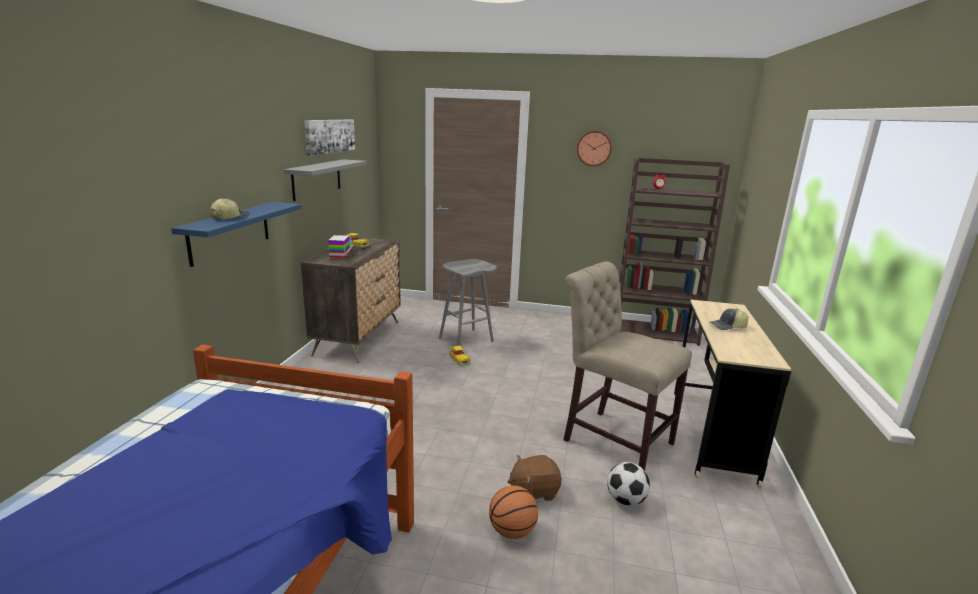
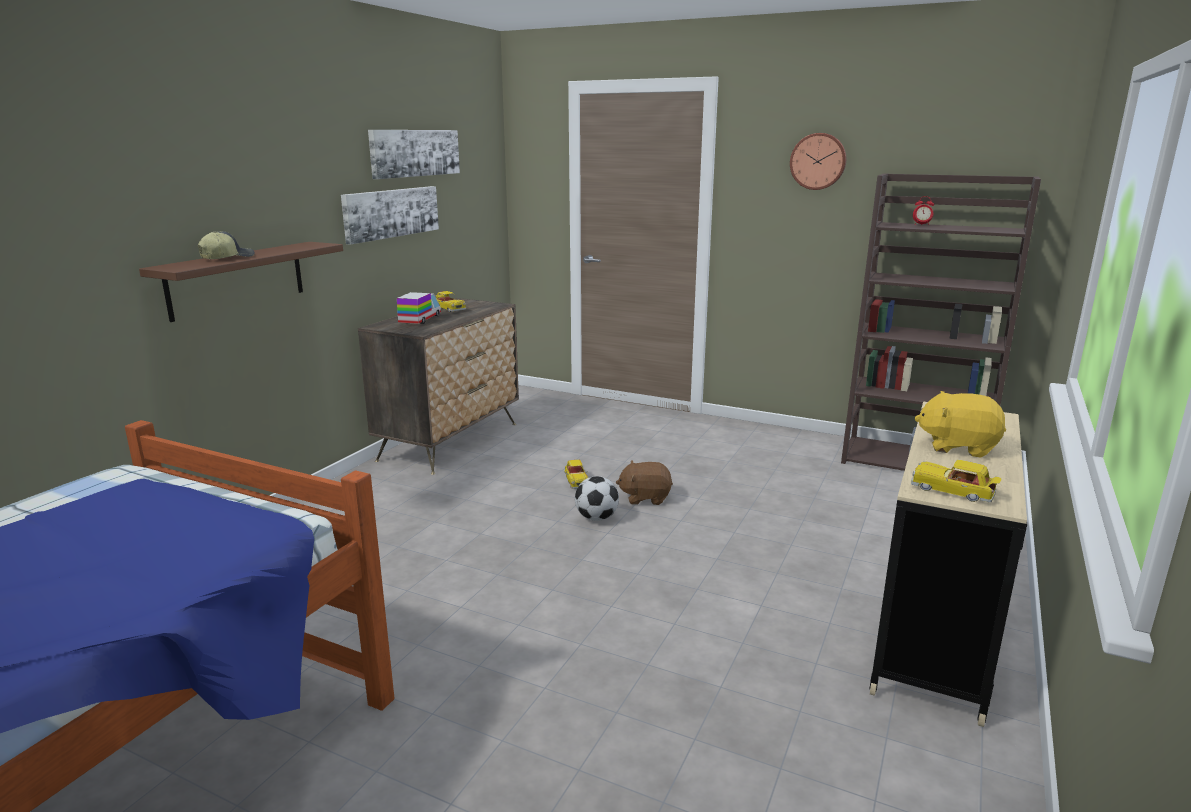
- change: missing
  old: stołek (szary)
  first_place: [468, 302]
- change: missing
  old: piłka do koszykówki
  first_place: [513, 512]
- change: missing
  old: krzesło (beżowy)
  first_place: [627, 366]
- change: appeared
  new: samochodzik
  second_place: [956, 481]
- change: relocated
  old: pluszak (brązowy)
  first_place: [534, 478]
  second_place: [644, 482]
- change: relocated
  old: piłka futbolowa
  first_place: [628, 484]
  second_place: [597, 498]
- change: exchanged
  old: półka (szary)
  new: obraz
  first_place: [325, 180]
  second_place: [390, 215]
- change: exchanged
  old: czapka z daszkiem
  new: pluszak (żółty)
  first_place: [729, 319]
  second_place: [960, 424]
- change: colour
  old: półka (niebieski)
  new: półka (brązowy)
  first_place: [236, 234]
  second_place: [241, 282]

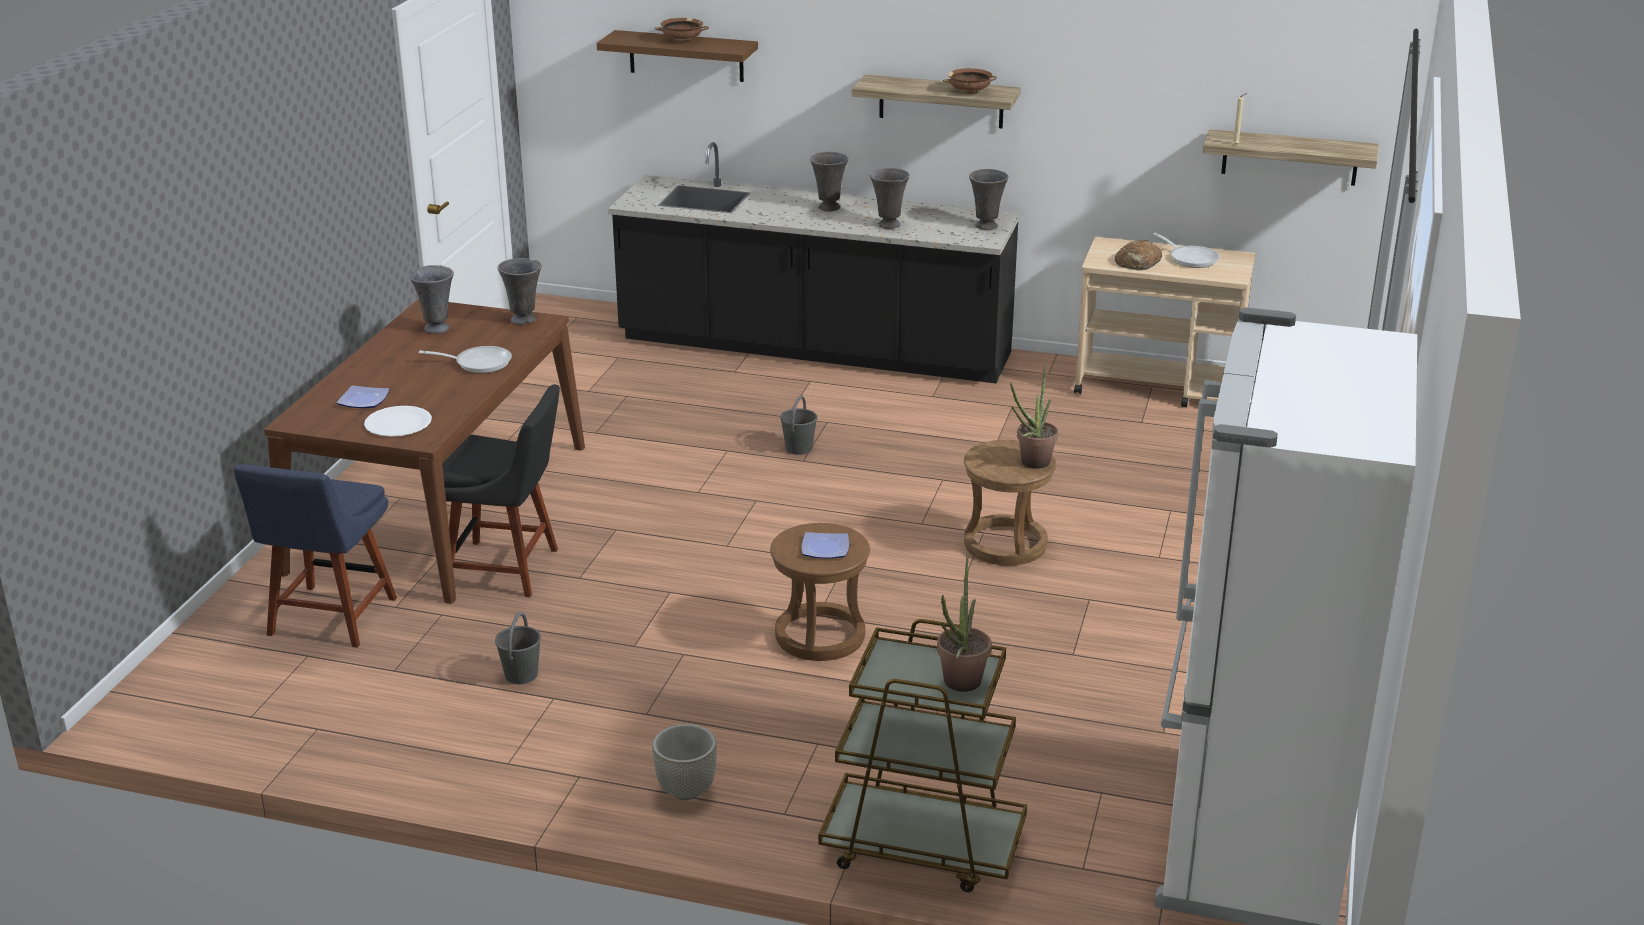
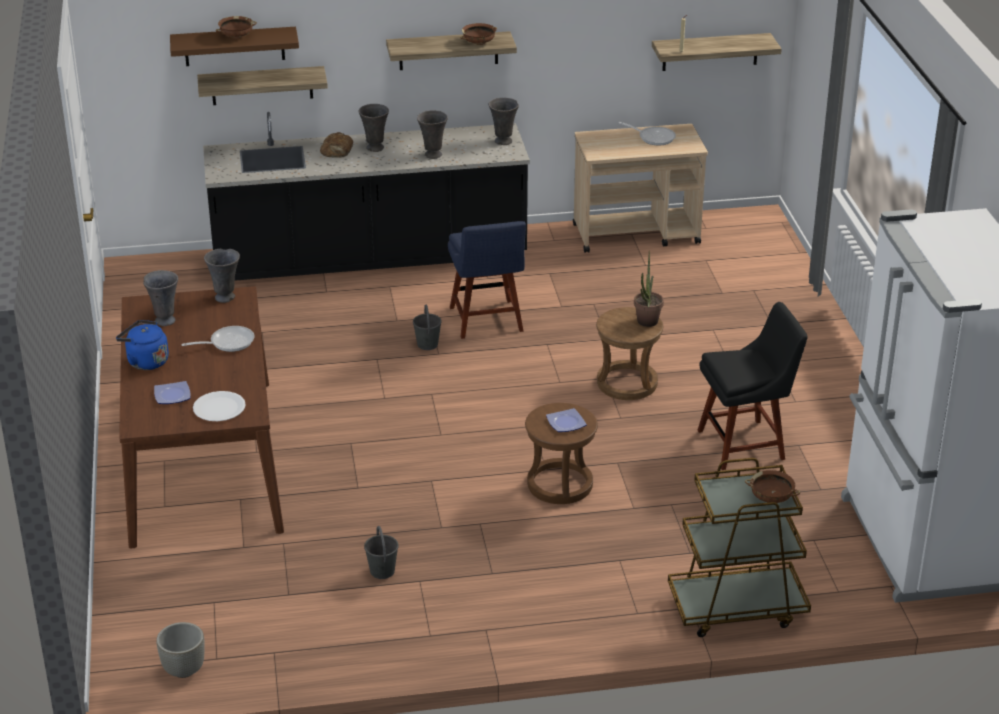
- change: appeared
  new: czajnik (niebieski)
  second_place: [142, 345]
- change: appeared
  new: półka
  second_place: [262, 85]
- change: relocated
  old: krzesło (niebieski)
  first_place: [315, 556]
  second_place: [487, 280]
- change: relocated
  old: krzesło (czarny)
  first_place: [501, 490]
  second_place: [752, 386]
- change: relocated
  old: donica (szary)
  first_place: [684, 762]
  second_place: [180, 650]
- change: relocated
  old: chleb
  first_place: [1138, 255]
  second_place: [336, 145]
- change: exchanged
  old: roślina doniczkowa
  new: miska (brązowy)
  first_place: [964, 622]
  second_place: [772, 486]

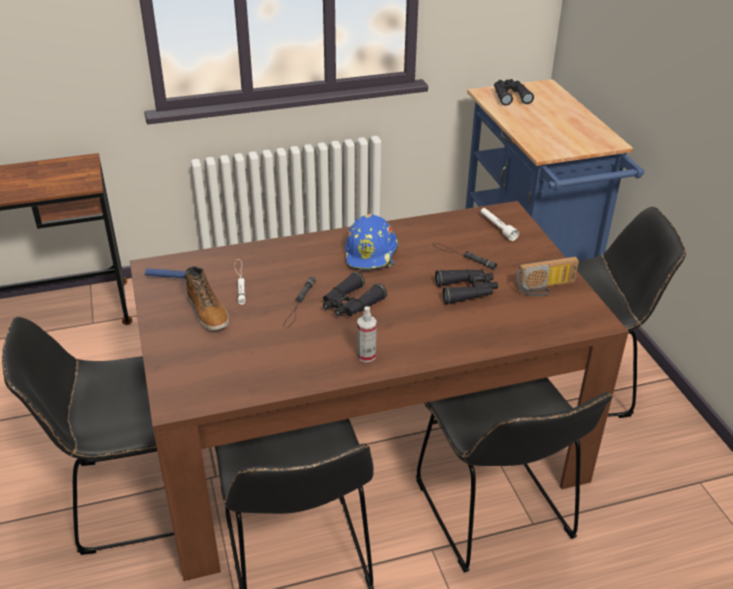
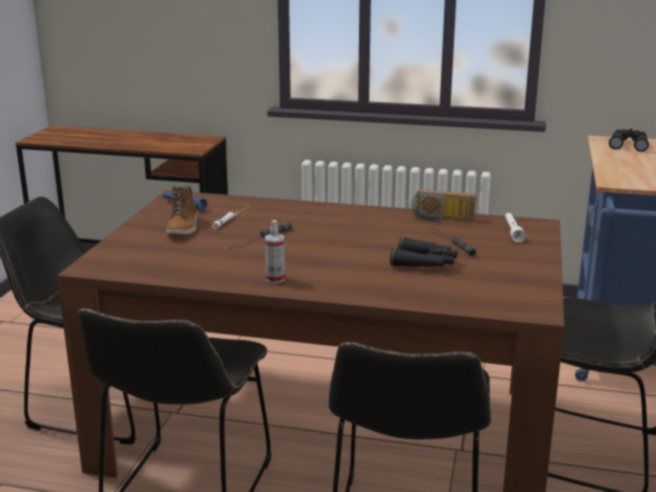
- change: missing
  old: lornetka (czarny)
  first_place: [355, 294]
- change: missing
  old: kask (niebieski)
  first_place: [371, 242]
- change: relocated
  old: radio
  first_place: [547, 276]
  second_place: [444, 205]

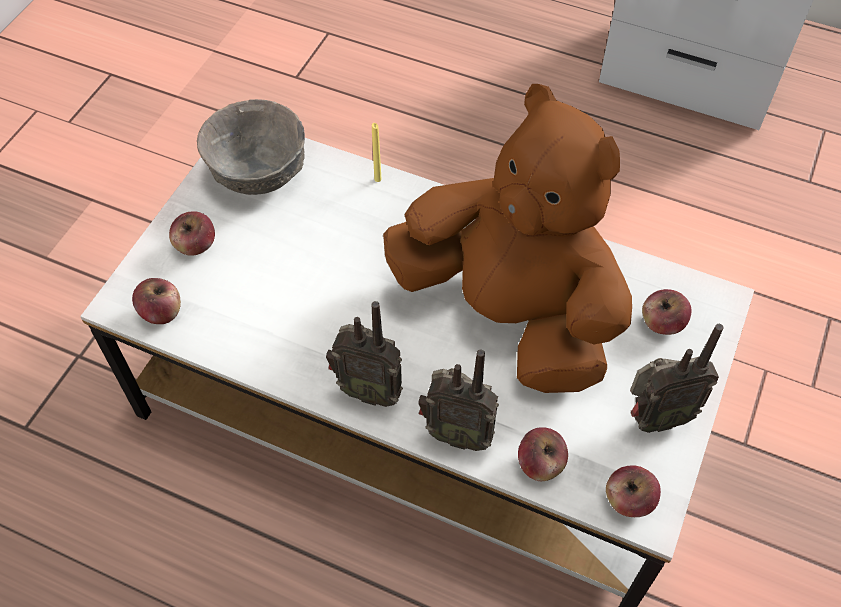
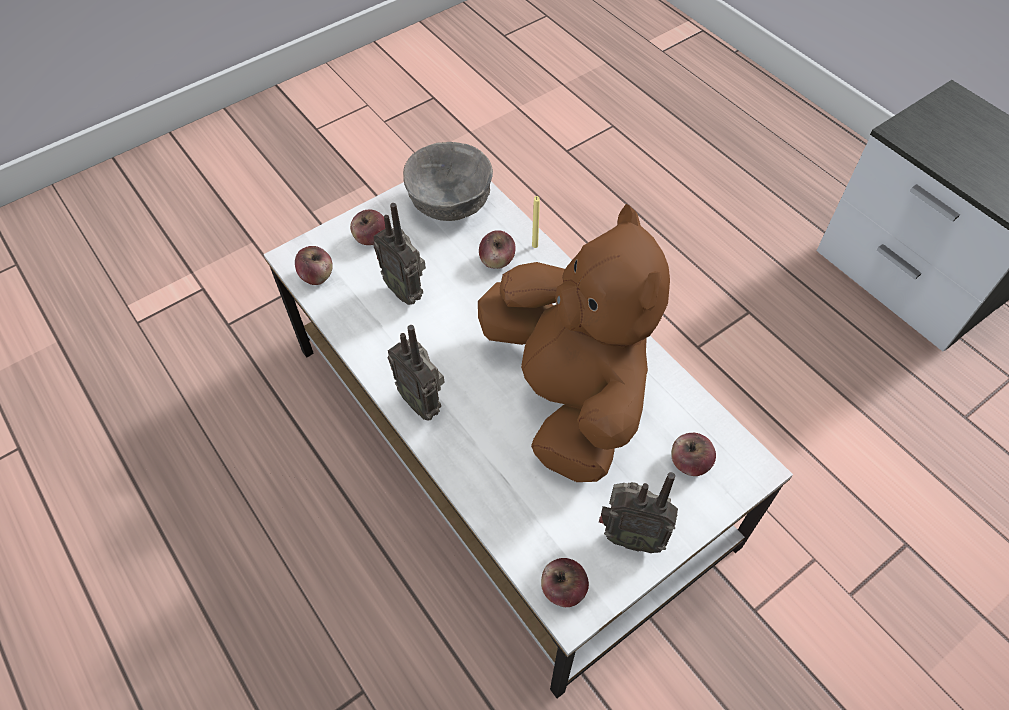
- change: relocated
  old: radio
  first_place: [458, 400]
  second_place: [399, 254]
- change: relocated
  old: jabłko
  first_place: [543, 454]
  second_place: [497, 249]

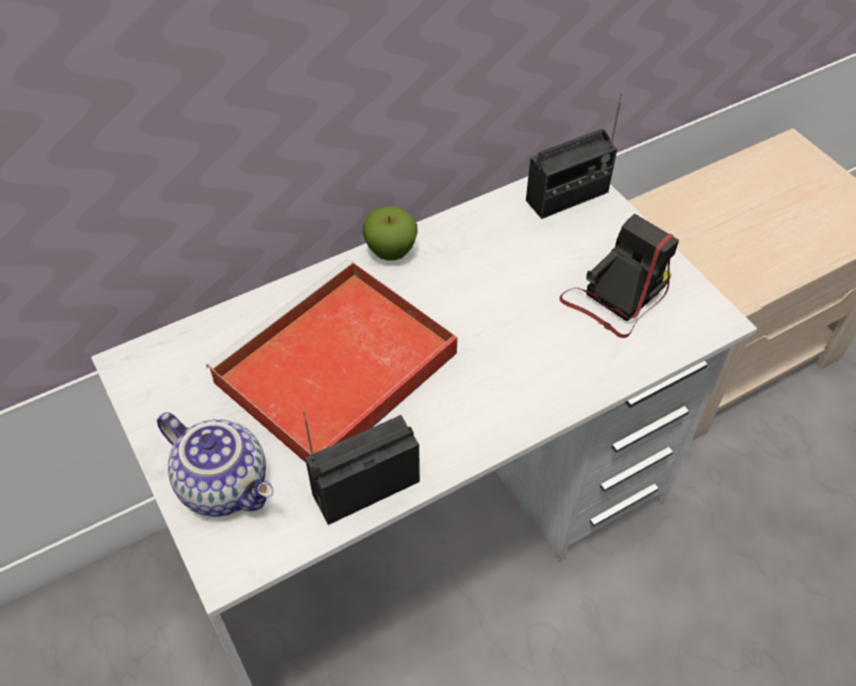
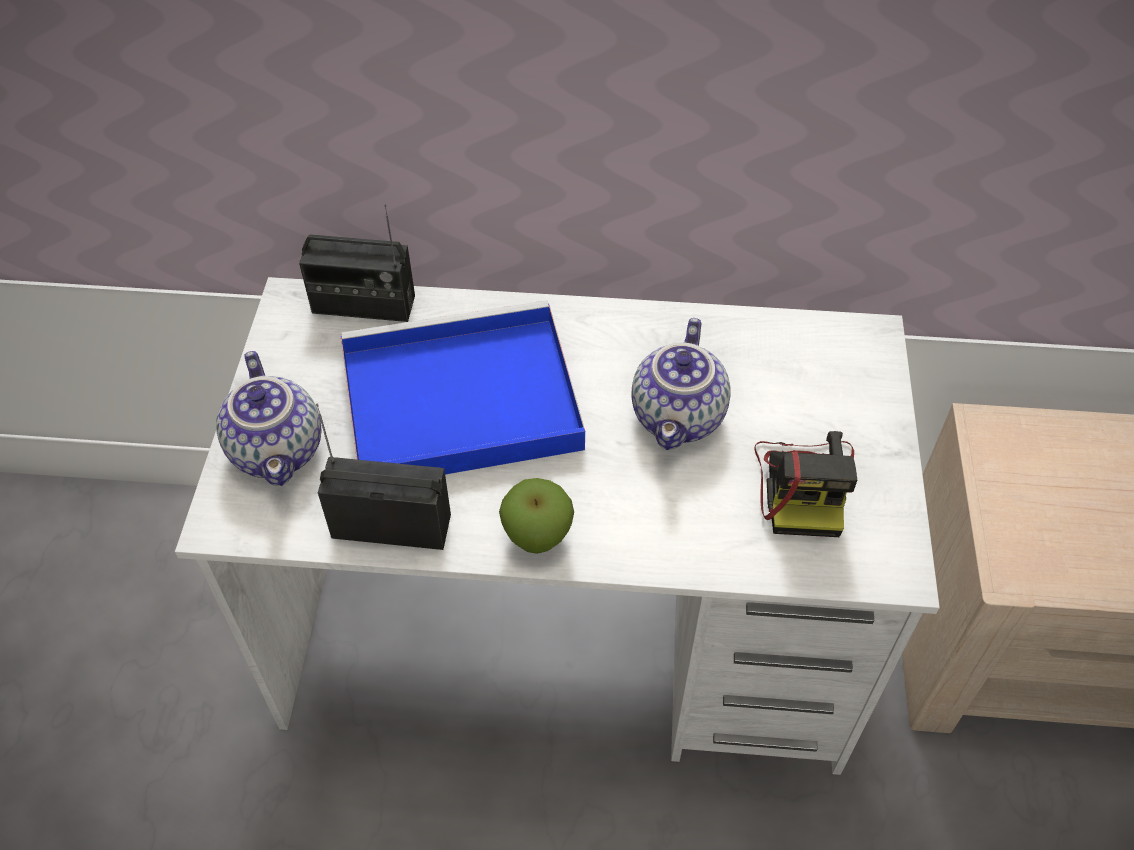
- change: appeared
  new: imbryk
  second_place: [681, 384]
- change: relocated
  old: jabłko
  first_place: [390, 233]
  second_place: [536, 516]
- change: relocated
  old: radio
  first_place: [574, 156]
  second_place: [357, 263]
- change: colour
  old: taca (czerwony)
  new: taca (niebieski)
  first_place: [332, 361]
  second_place: [463, 387]
- change: spun
  old: aparat fotograficzny
  first_place: [619, 275]
  second_place: [806, 484]
  degrees: 105

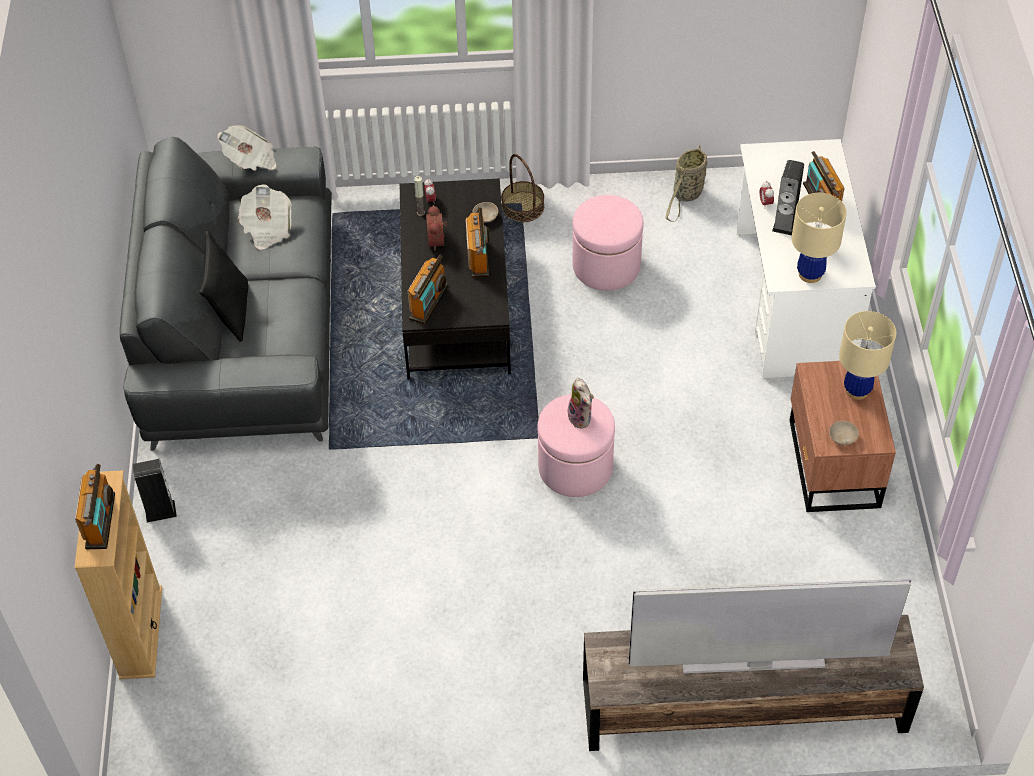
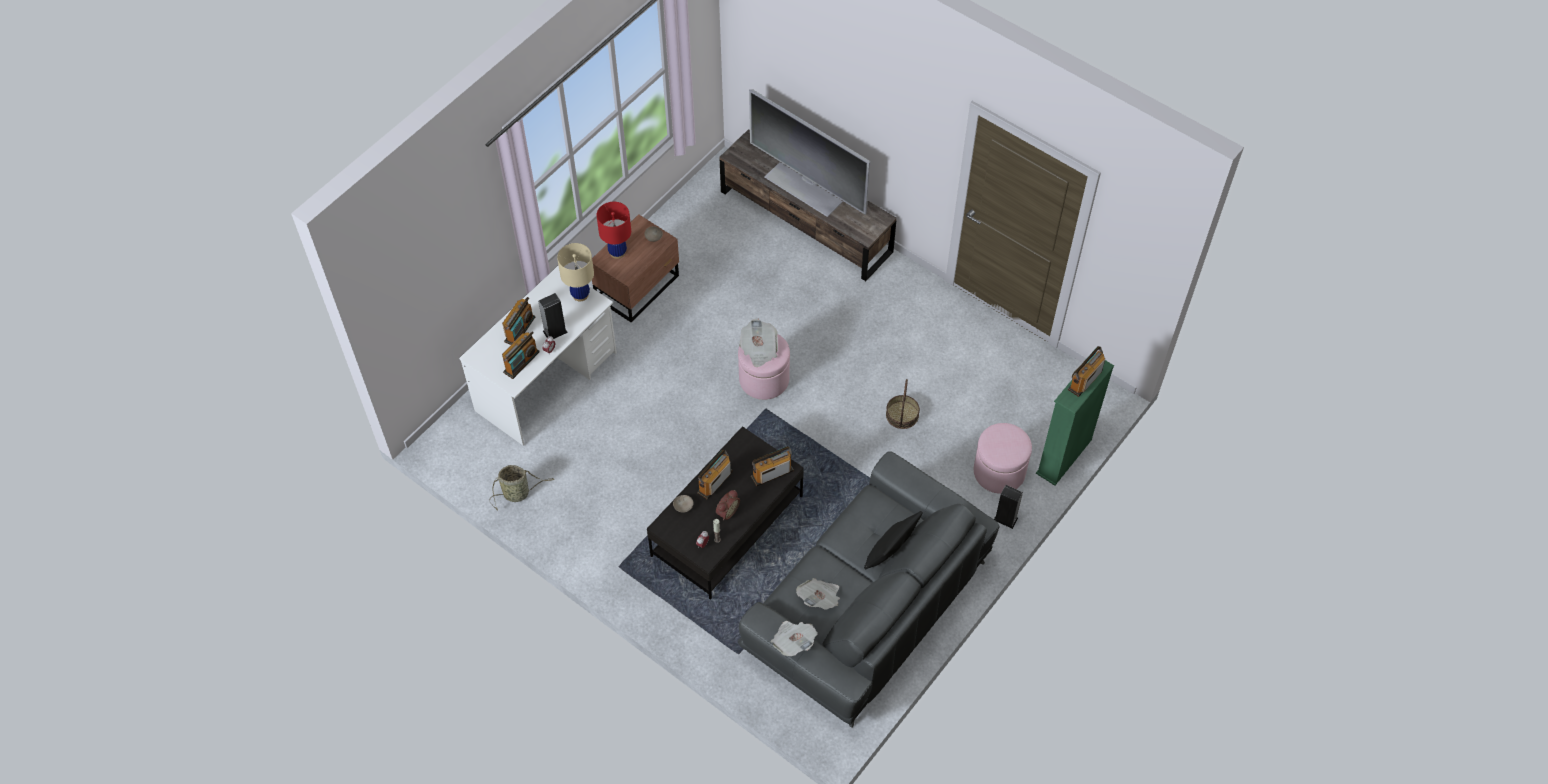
- change: appeared
  new: radio
  second_place: [521, 355]
- change: relocated
  old: koszyk
  first_place: [522, 188]
  second_place: [903, 404]
- change: relocated
  old: pufa (różowy)
  first_place: [608, 243]
  second_place: [1003, 458]
- change: exchanged
  old: pluszak
  new: gazeta
  first_place: [581, 403]
  second_place: [758, 343]
- change: colour
  old: regał (beżowy)
  new: regał (zielony)
  first_place: [118, 574]
  second_place: [1075, 423]
- change: colour
  old: lampa stołowa (beżowy)
  new: lampa stołowa (czerwony)
  first_place: [867, 355]
  second_place: [614, 230]

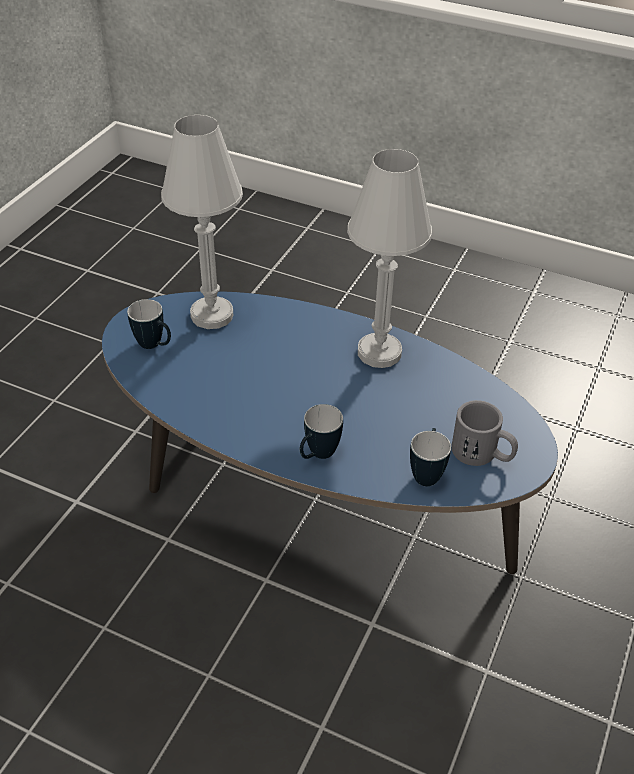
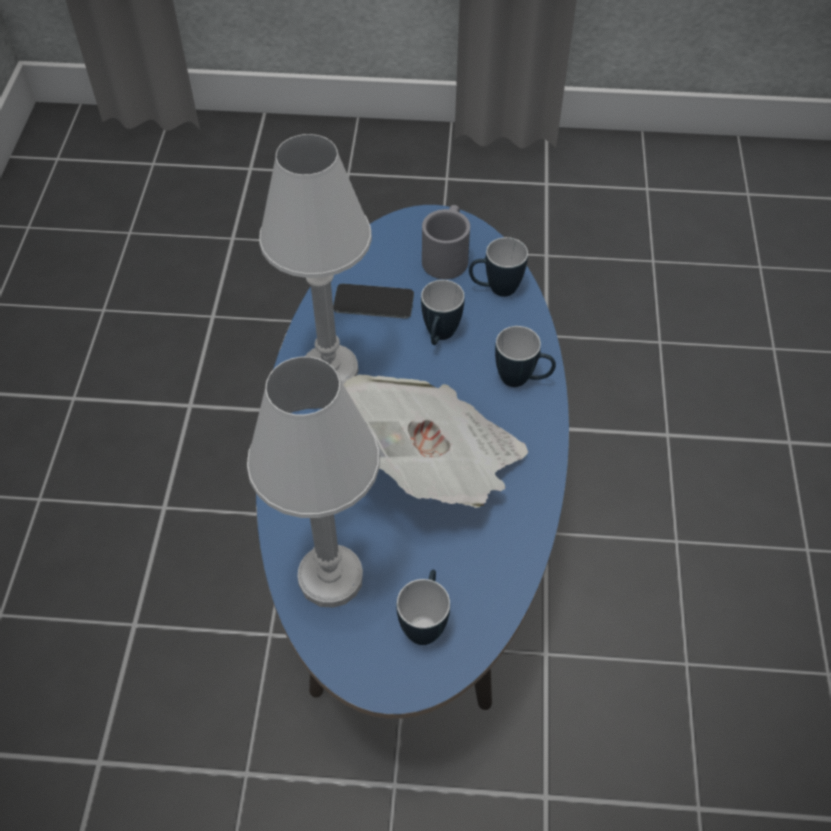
- change: appeared
  new: telefon
  second_place: [373, 301]
- change: appeared
  new: gazeta
  second_place: [436, 441]
- change: appeared
  new: kubek
  second_place: [442, 312]

